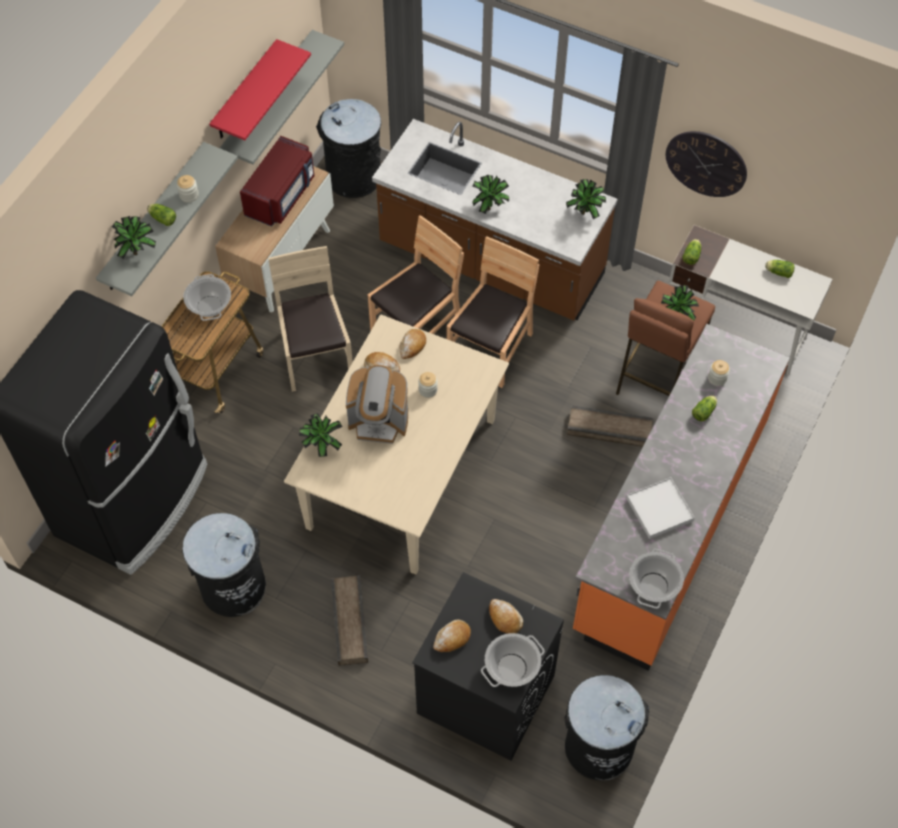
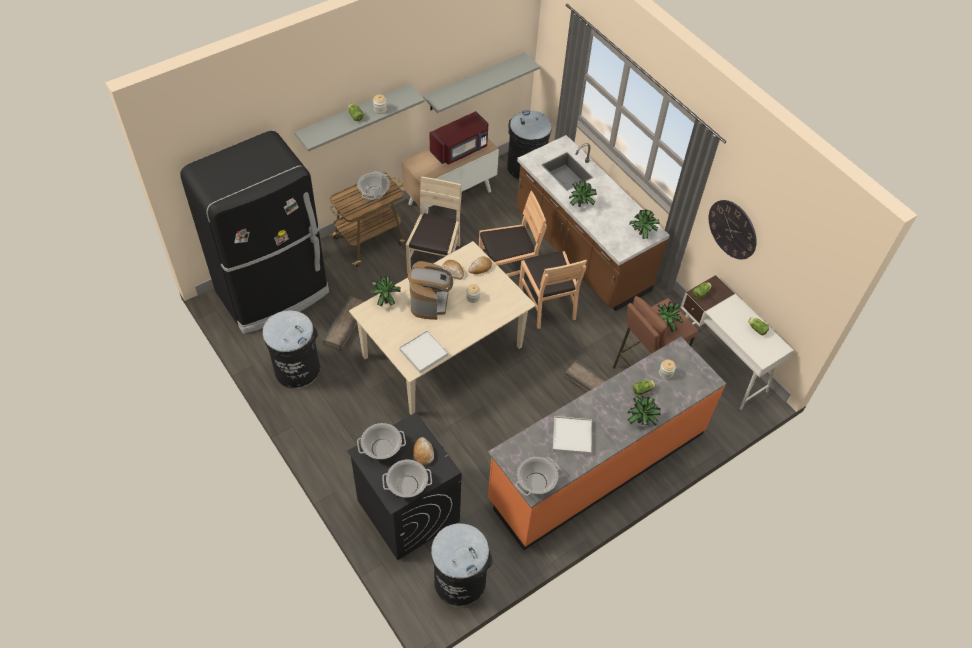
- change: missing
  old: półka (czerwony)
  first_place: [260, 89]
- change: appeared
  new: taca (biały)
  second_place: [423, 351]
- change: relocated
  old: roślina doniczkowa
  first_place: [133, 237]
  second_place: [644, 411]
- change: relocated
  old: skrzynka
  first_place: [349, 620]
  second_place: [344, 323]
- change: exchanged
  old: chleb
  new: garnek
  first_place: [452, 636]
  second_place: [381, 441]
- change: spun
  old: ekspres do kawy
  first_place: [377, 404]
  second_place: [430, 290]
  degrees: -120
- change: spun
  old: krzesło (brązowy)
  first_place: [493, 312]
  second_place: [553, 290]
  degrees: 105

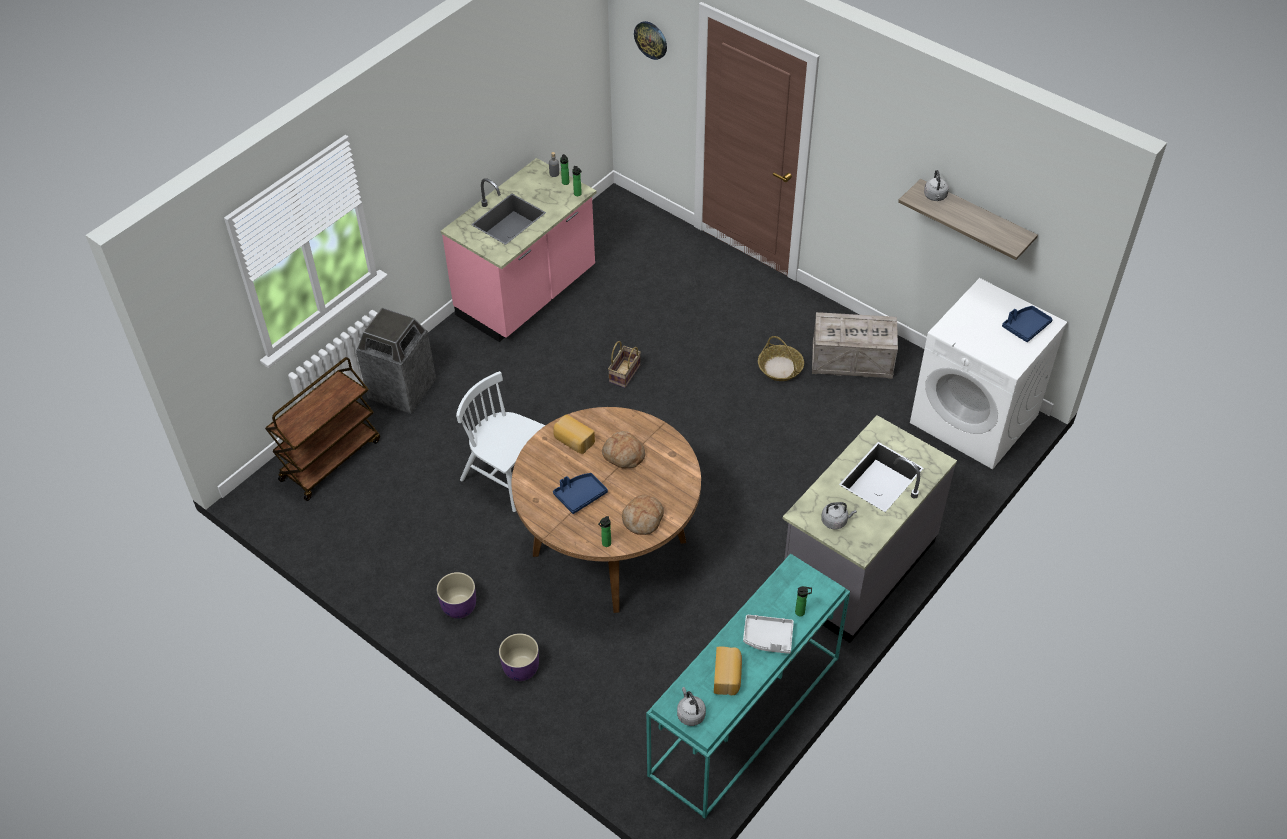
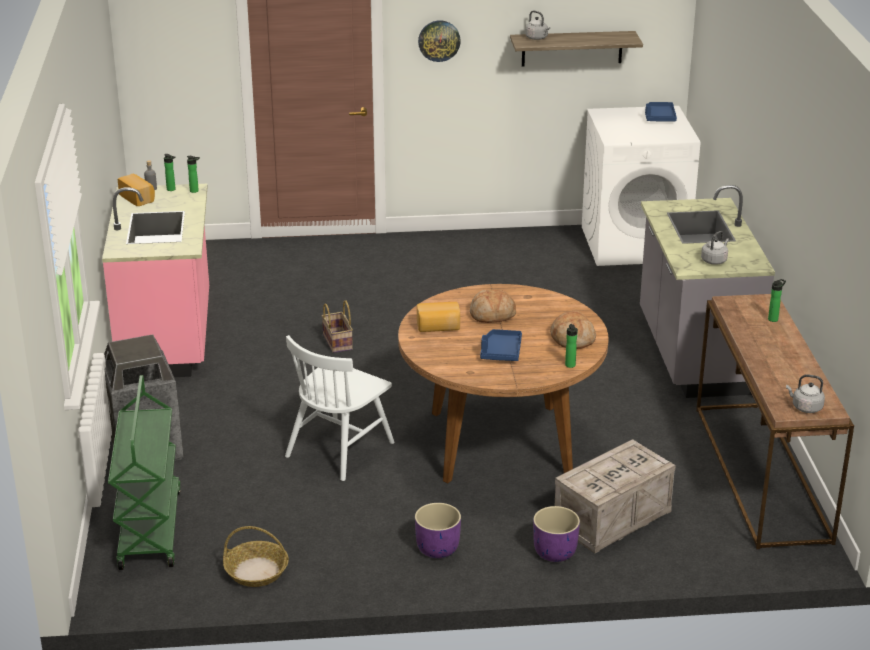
- change: missing
  old: taca (szary)
  first_place: [768, 634]
- change: relocated
  old: zegar ścienny
  first_place: [650, 40]
  second_place: [439, 41]
- change: relocated
  old: chleb
  first_place: [728, 670]
  second_place: [136, 190]
- change: relocated
  old: koszyk
  first_place: [781, 358]
  second_place: [256, 556]
- change: relocated
  old: skrzynka
  first_place: [855, 345]
  second_place: [615, 496]
- change: colour
  old: wózek (brązowy)
  new: wózek (zielony)
  first_place: [322, 429]
  second_place: [144, 472]
- change: colour
  old: stolik konsolowy (turkusowy)
  new: stolik konsolowy (brązowy)
  first_place: [748, 686]
  second_place: [775, 421]
- change: spun
  old: krzesło (biały)
  first_place: [501, 441]
  second_place: [340, 408]
  degrees: -45

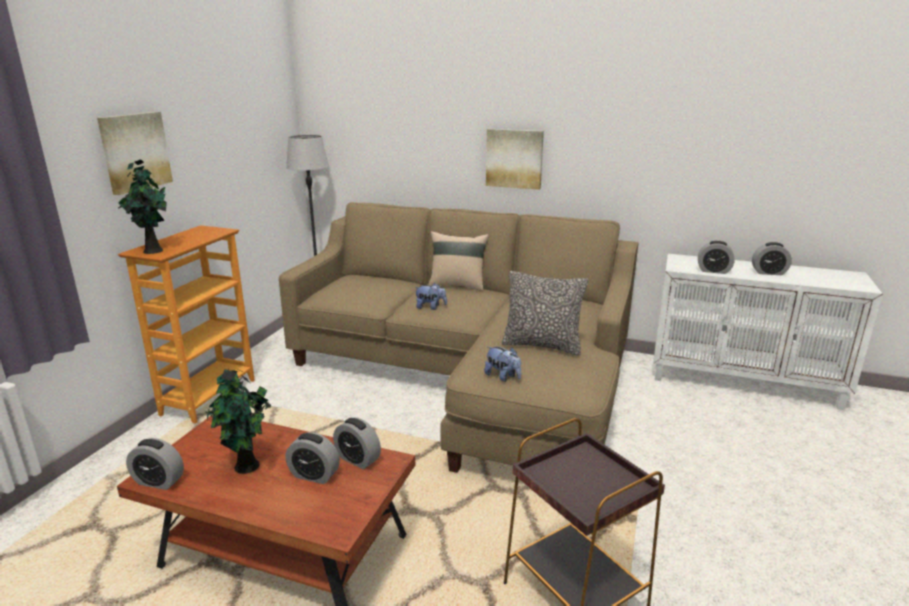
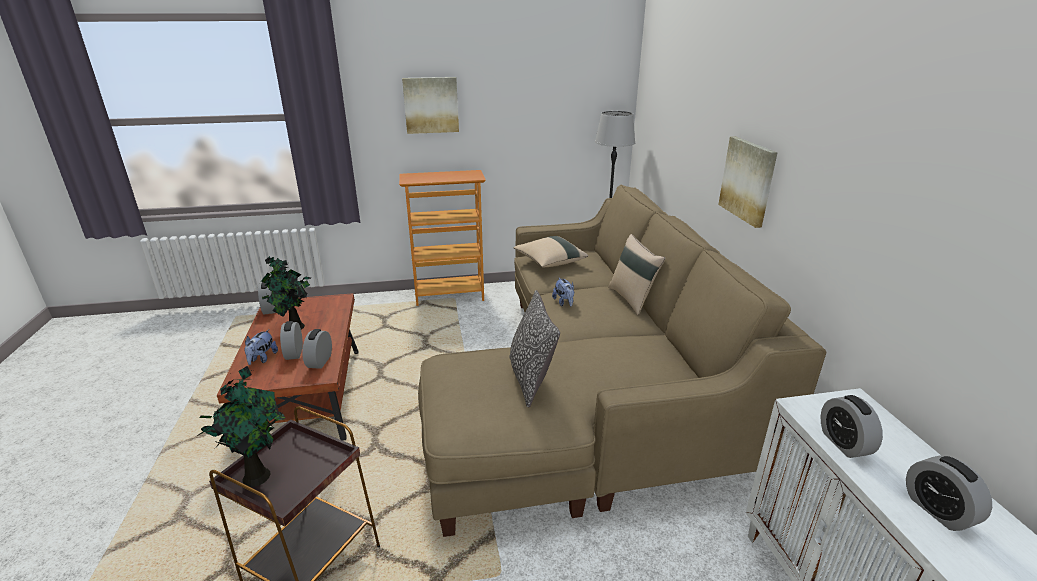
- change: appeared
  new: poduszka (beżowy)
  second_place: [551, 251]
- change: relocated
  old: roślina doniczkowa
  first_place: [142, 206]
  second_place: [241, 426]
- change: relocated
  old: pluszak
  first_place: [502, 364]
  second_place: [261, 347]

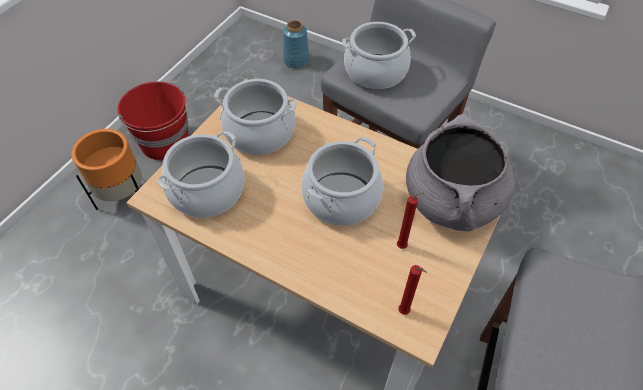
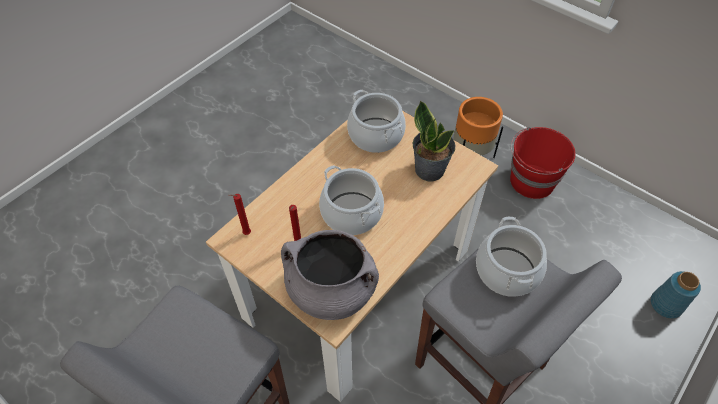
- change: exchanged
  old: garnek
  new: roślina doniczkowa
  first_place: [255, 117]
  second_place: [433, 140]

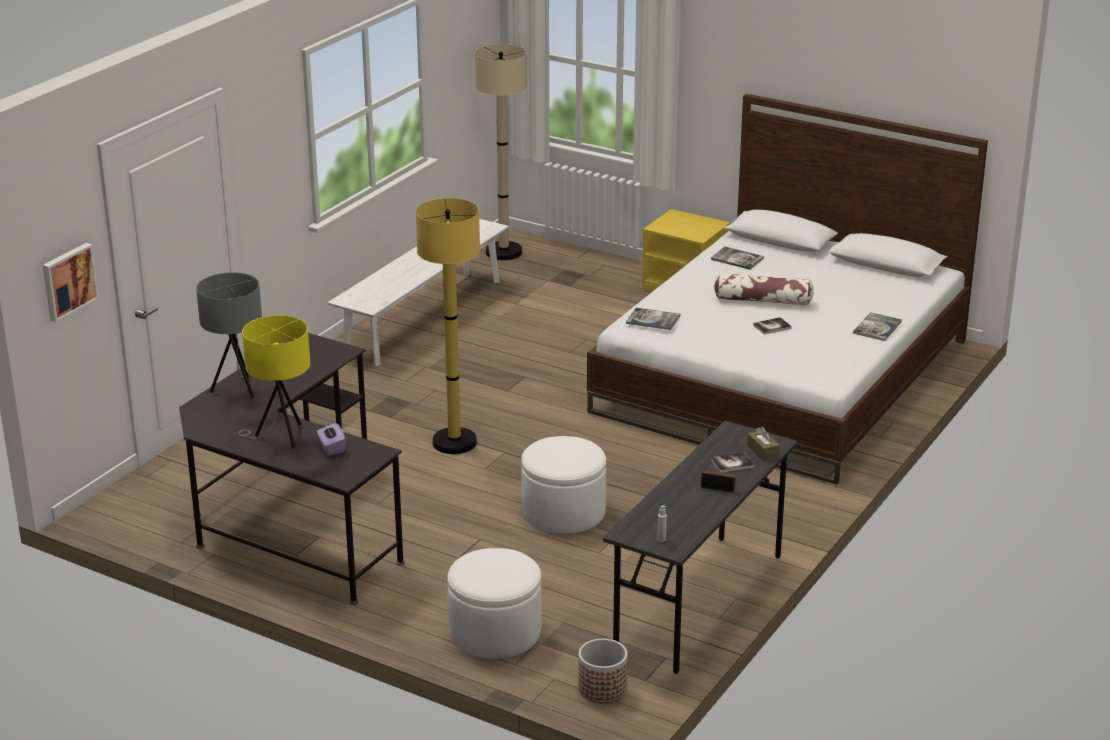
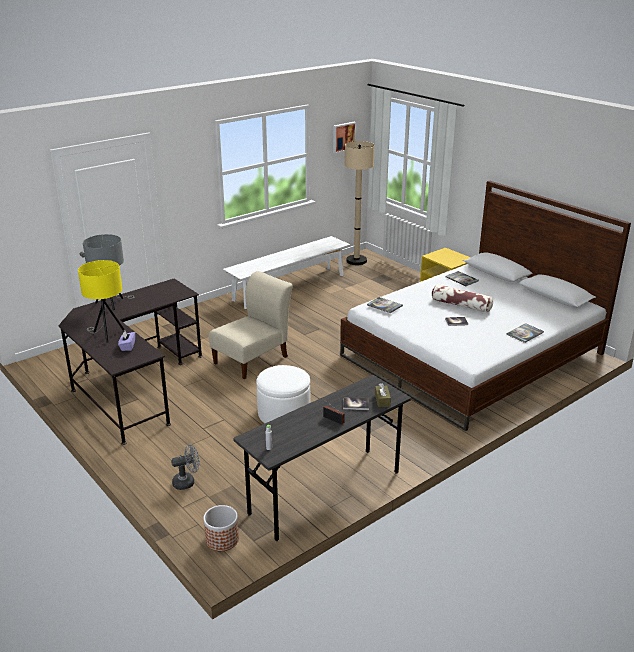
- change: relocated
  old: obraz
  first_place: [71, 282]
  second_place: [344, 138]
- change: exchanged
  old: lampa stojąca (żółty)
  new: krzesło (beżowy)
  first_place: [448, 326]
  second_place: [251, 325]
- change: exchanged
  old: pufa (biały)
  new: wentylator (szary)
  first_place: [494, 603]
  second_place: [185, 467]

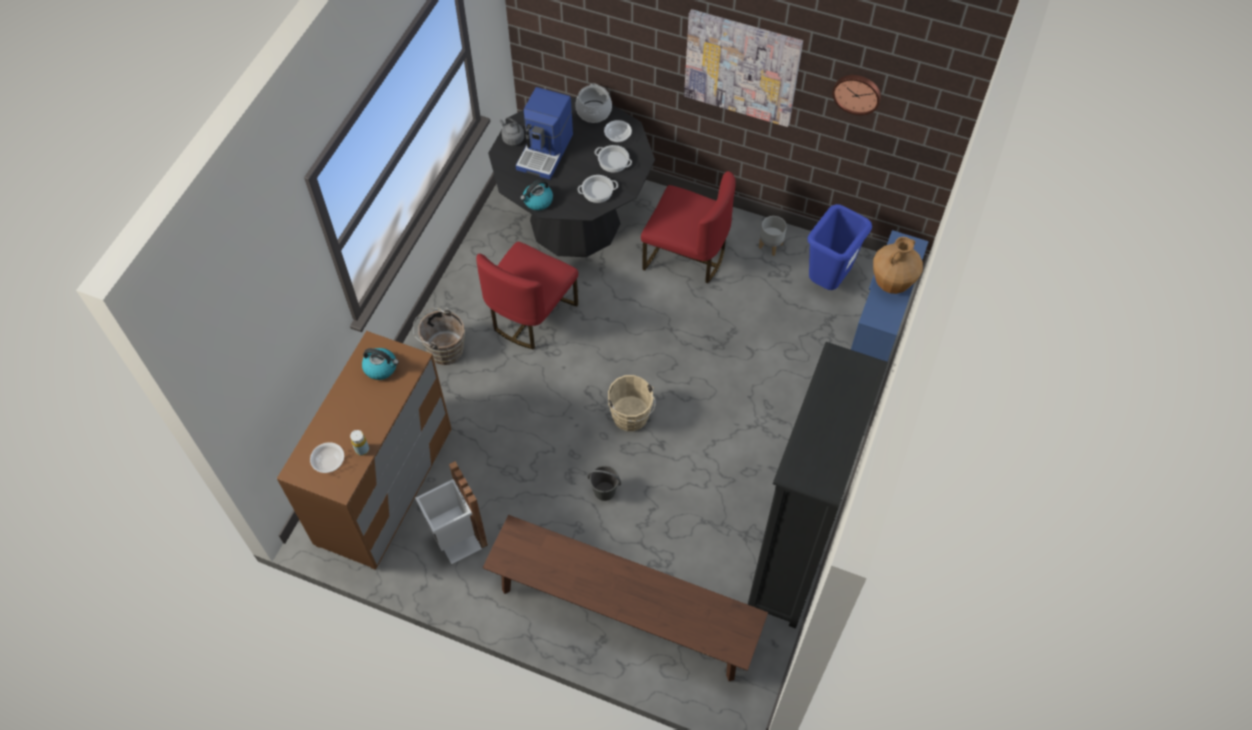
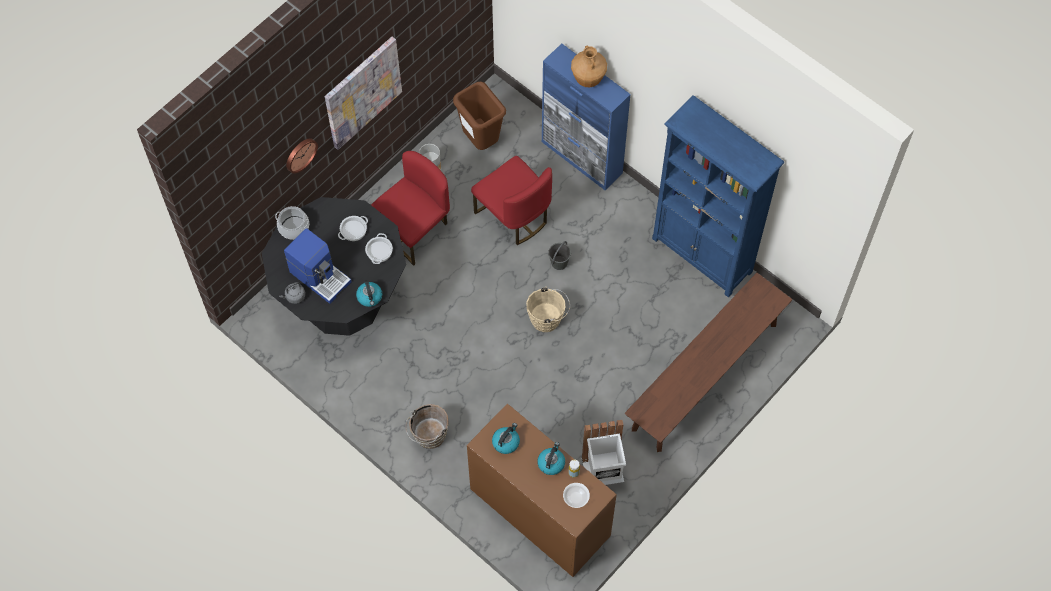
- change: missing
  old: miska
  first_place: [618, 131]
- change: appeared
  new: czajnik
  second_place: [551, 458]
- change: relocated
  old: krzesło (czerwony)
  first_place: [527, 296]
  second_place: [511, 200]
- change: relocated
  old: wiadro (szary)
  first_place: [604, 483]
  second_place: [559, 255]
- change: relocated
  old: zegar ścienny
  first_place: [856, 95]
  second_place: [302, 156]
- change: colour
  old: regał (czarny)
  new: regał (niebieski)
  first_place: [818, 485]
  second_place: [718, 196]
- change: colour
  old: kosz na śmieci (niebieski)
  new: kosz na śmieci (brązowy)
  first_place: [839, 247]
  second_place: [479, 115]

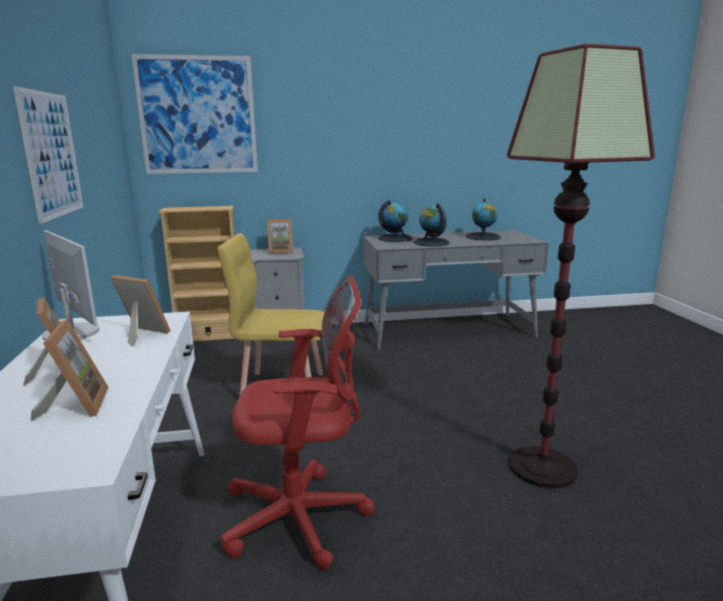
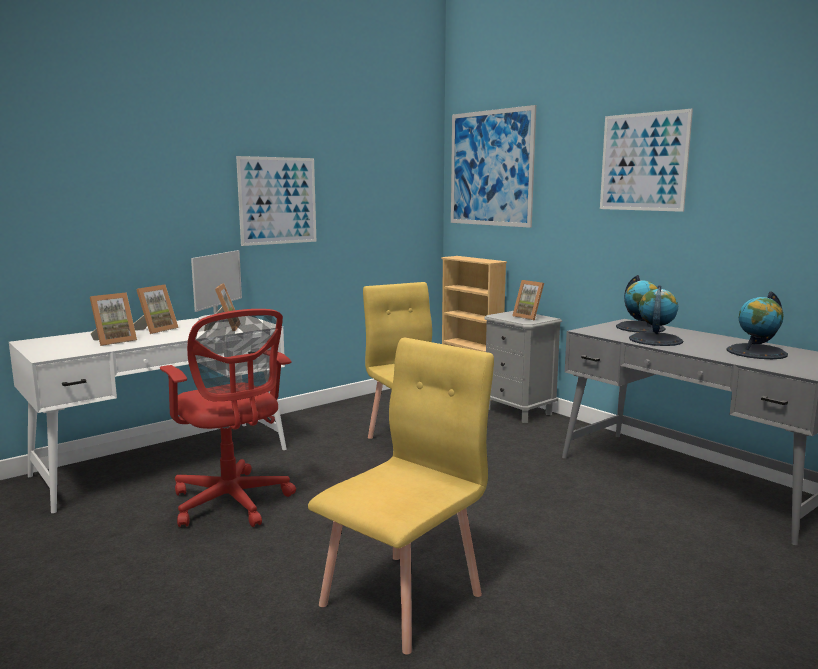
- change: appeared
  new: obraz
  second_place: [646, 160]
- change: exchanged
  old: lampa stojąca
  new: krzesło (żółty)
  first_place: [581, 266]
  second_place: [401, 496]

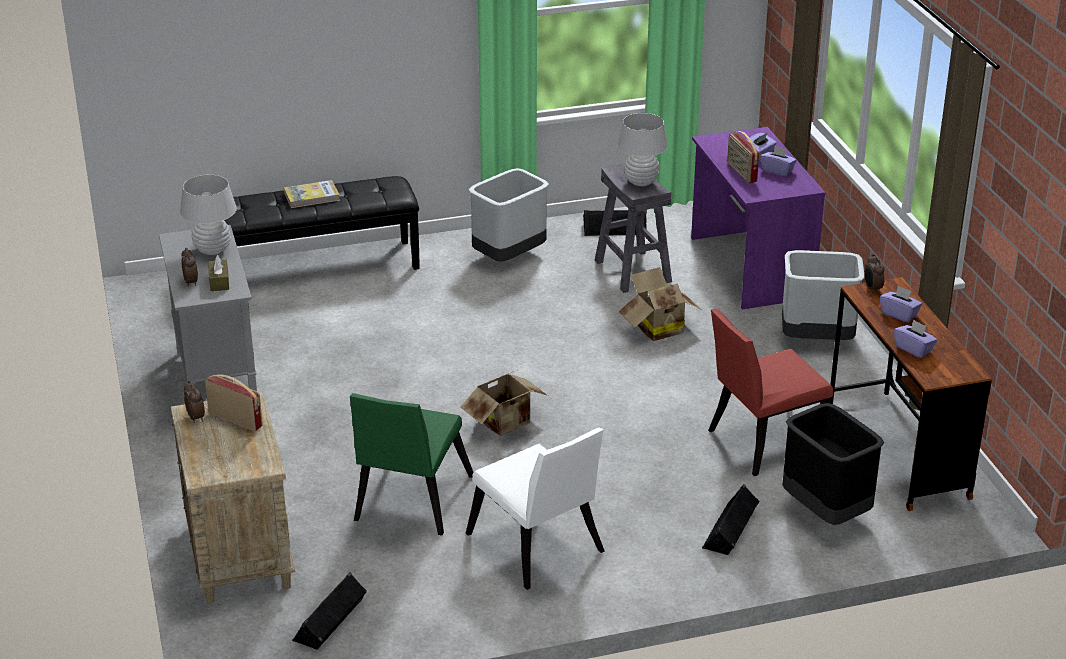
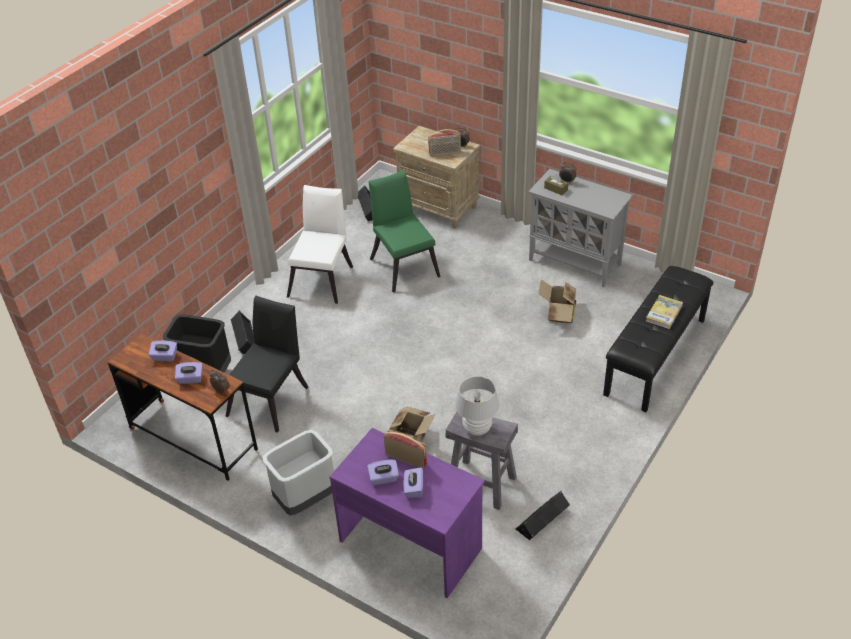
- change: missing
  old: lampa stołowa (biały)
  first_place: [208, 215]
- change: missing
  old: kosz na śmieci (szary)
  first_place: [509, 215]
- change: relocated
  old: karton
  first_place: [504, 403]
  second_place: [557, 301]
- change: colour
  old: krzesło (czerwony)
  new: krzesło (czarny)
  first_place: [770, 392]
  second_place: [266, 364]
- change: spun
  old: krzesło (biały)
  first_place: [535, 508]
  second_place: [320, 244]
  degrees: 90

